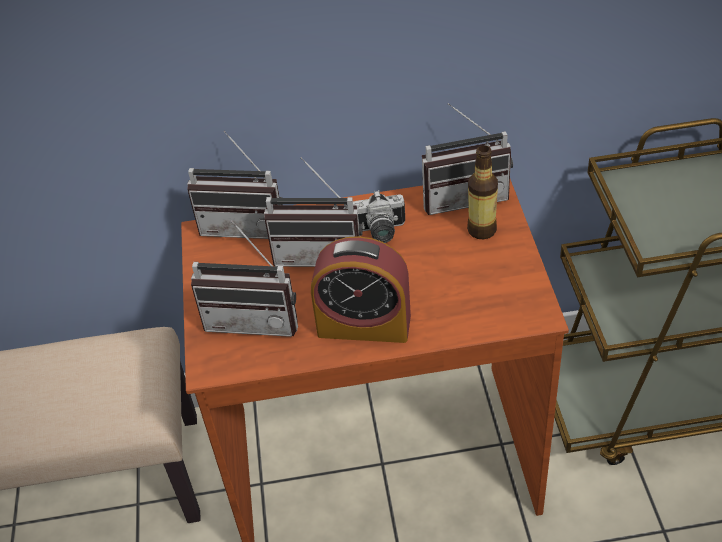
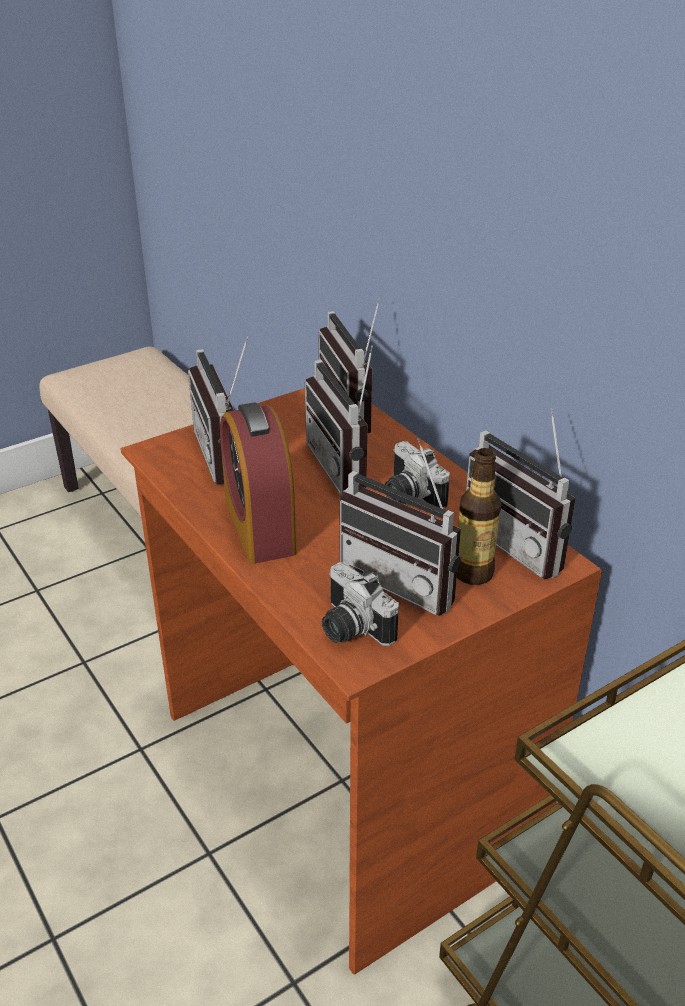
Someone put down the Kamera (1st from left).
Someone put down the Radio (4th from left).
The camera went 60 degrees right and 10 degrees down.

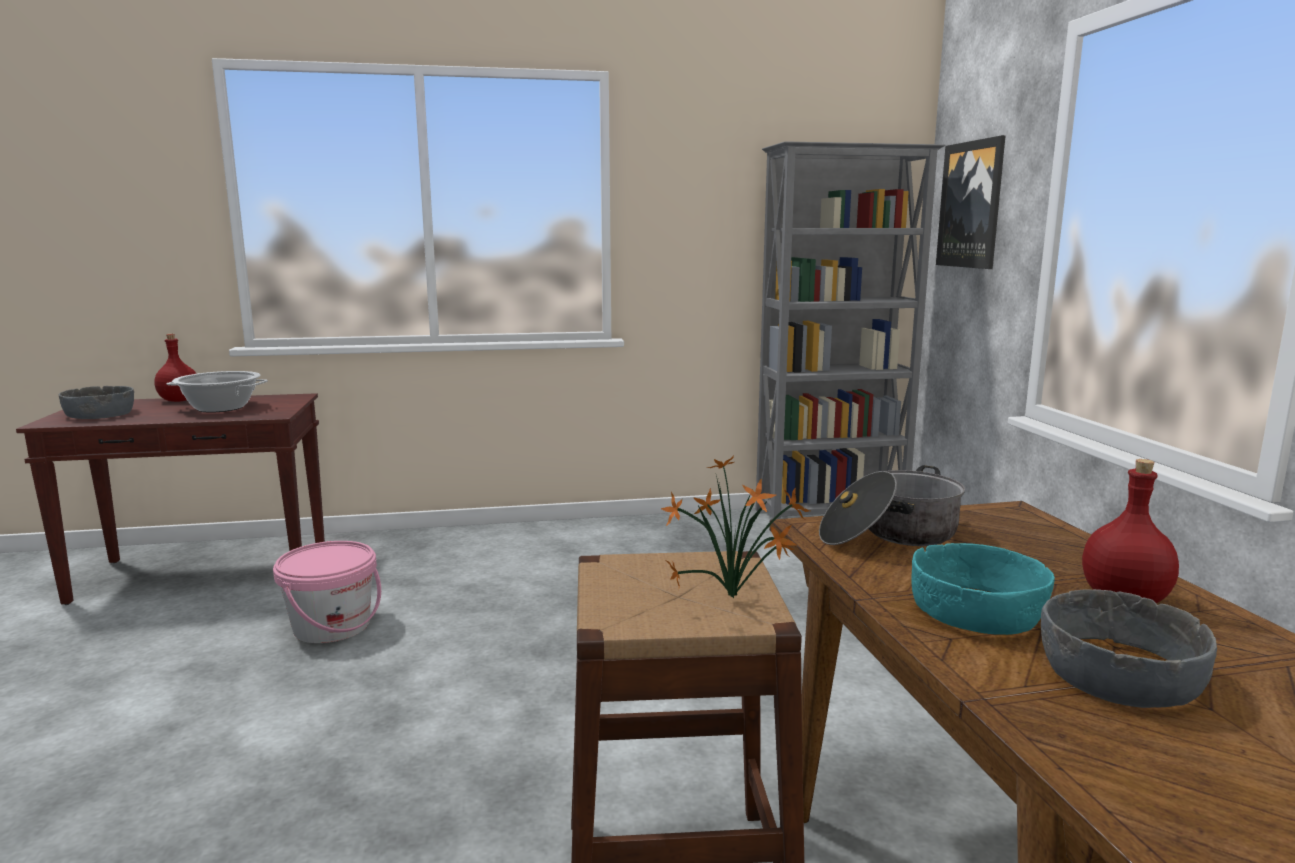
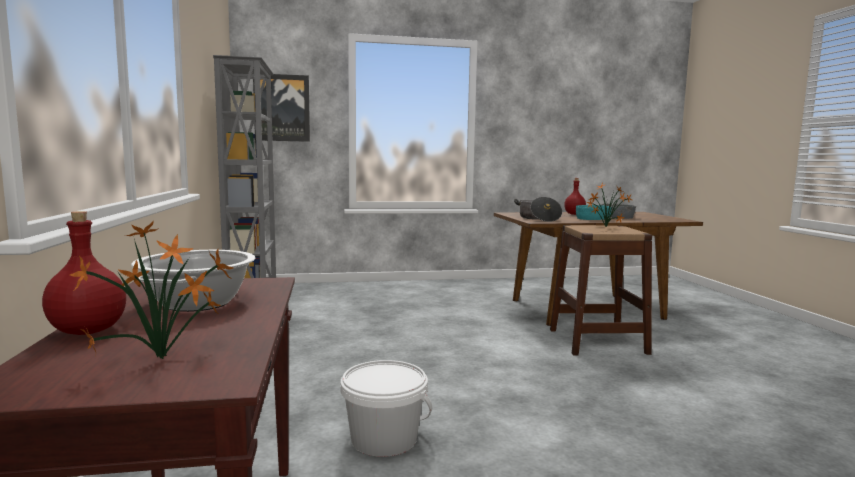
Someone swapped the Schüssel/grau (1st from left) for the Topfpflanze (1st from left).
Someone repainted the Eimer/rosa, which became the Eimer/weiß.
The camera went 90 degrees left and 5 degrees down.

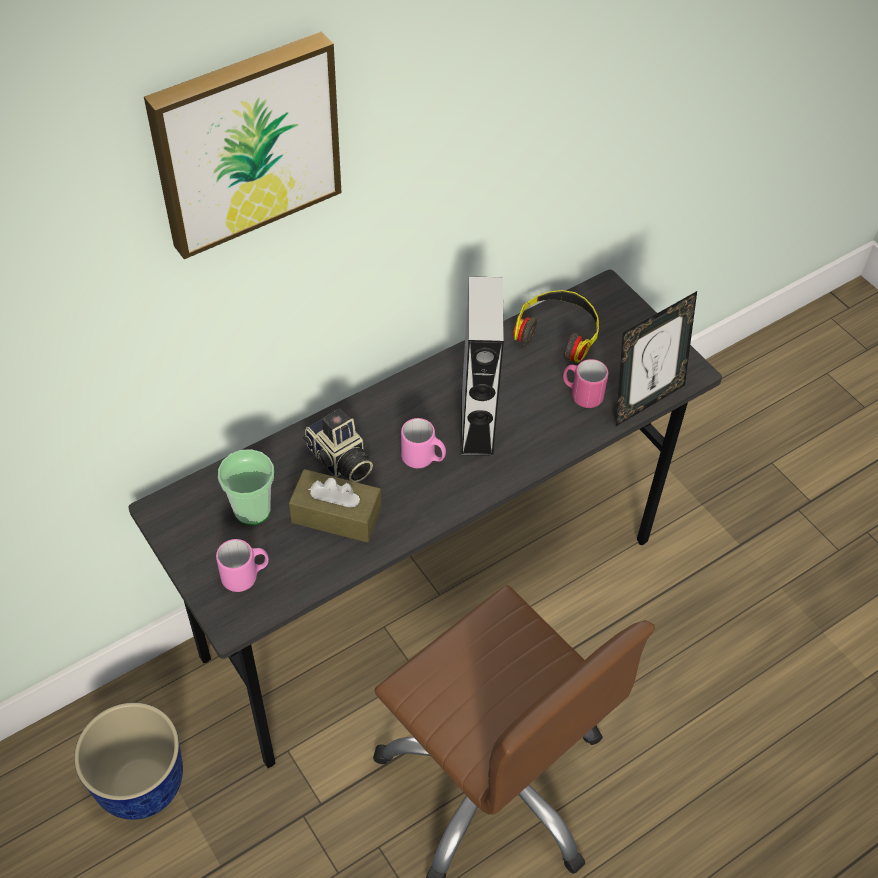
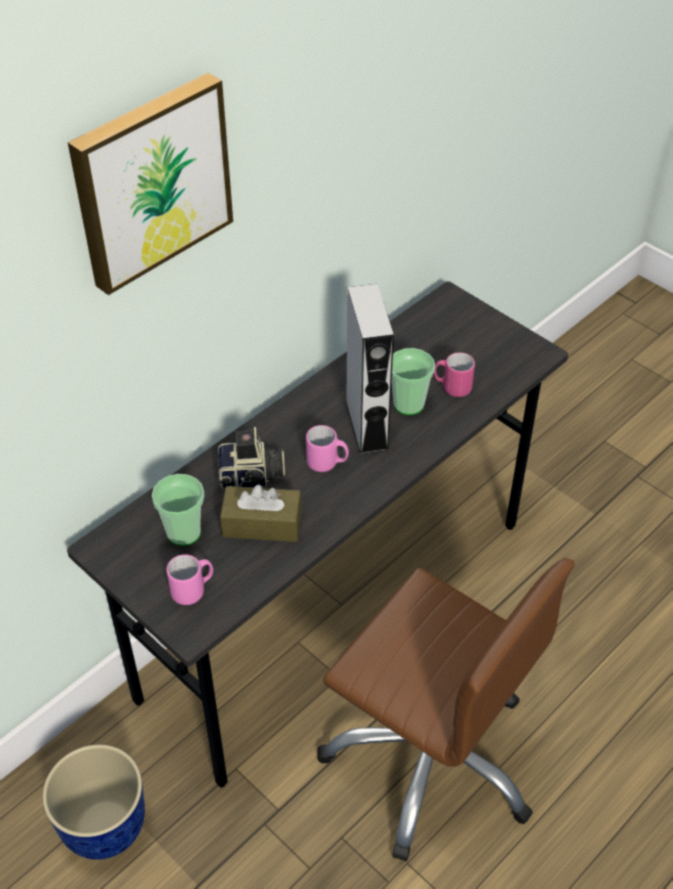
Someone rotated the Kamera by 45 degrees counterclockwise.
Someone took away the Kopfhörer.
Someone took away the Bilderrahmen.
Someone put down the Tasse (2nd from left).
The camera went 10 degrees left and 5 degrees down.

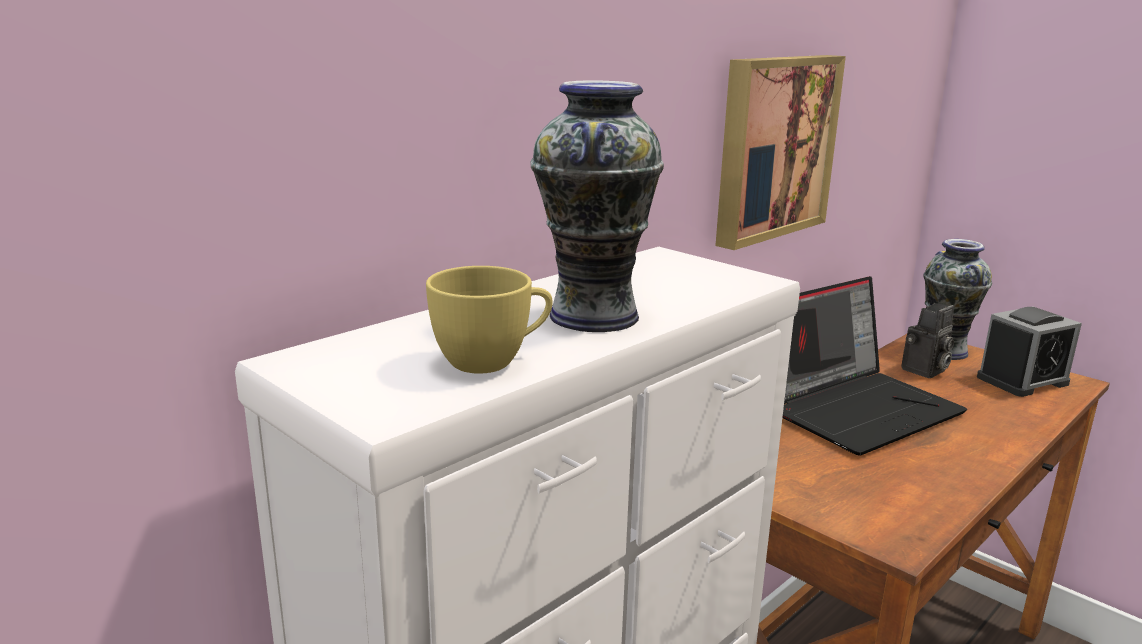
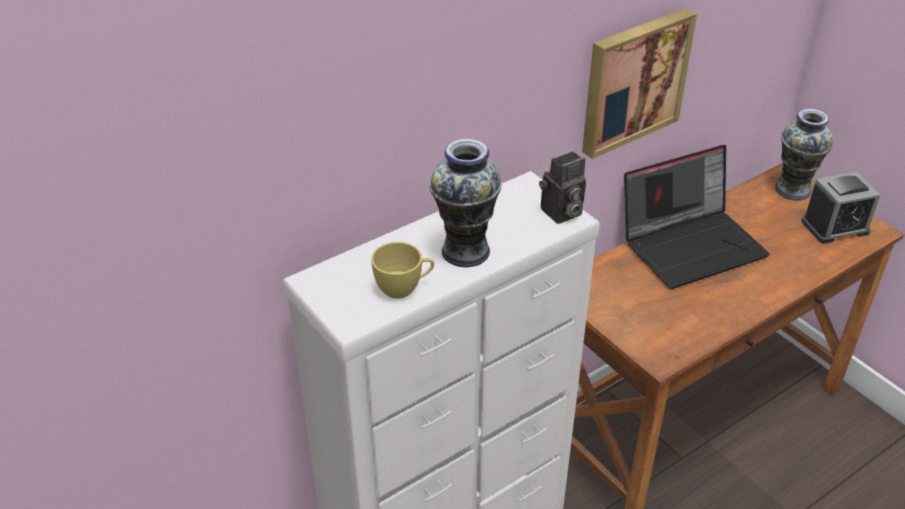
Someone carried the Kamera.
The camera went 10 degrees right and 20 degrees up.

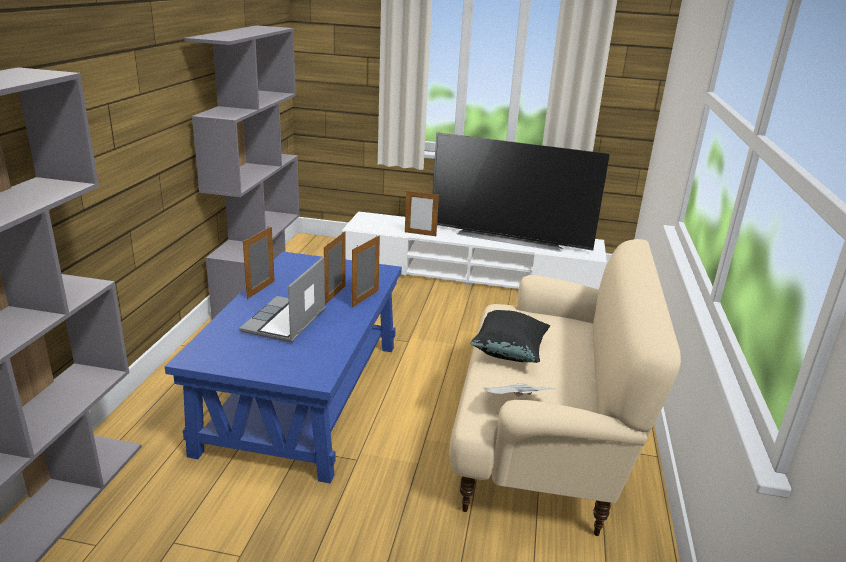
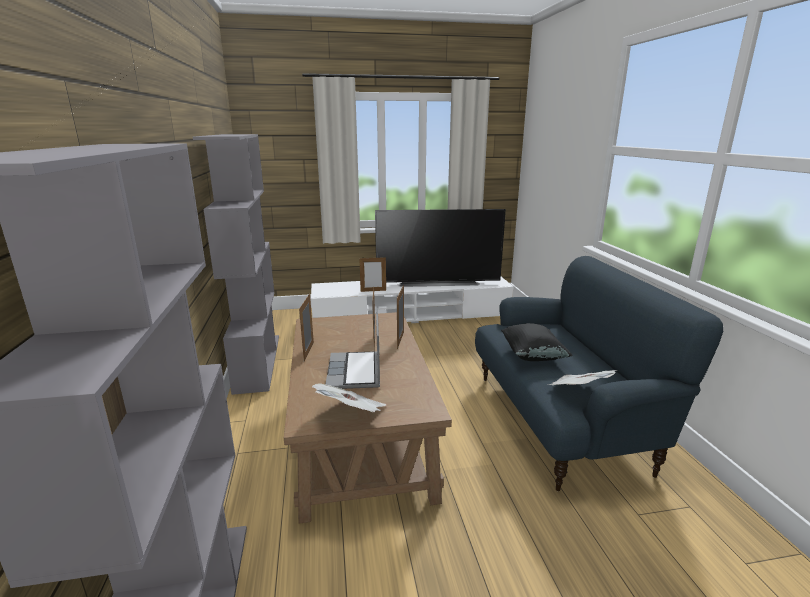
Someone repainted the Couchtisch/blau, which became the Couchtisch/braun.
Someone repainted the Sofa/beige, which became the Sofa/blau.
Someone put down the Zeitung (1st from left).
The camera went 20 degrees left and 5 degrees down.

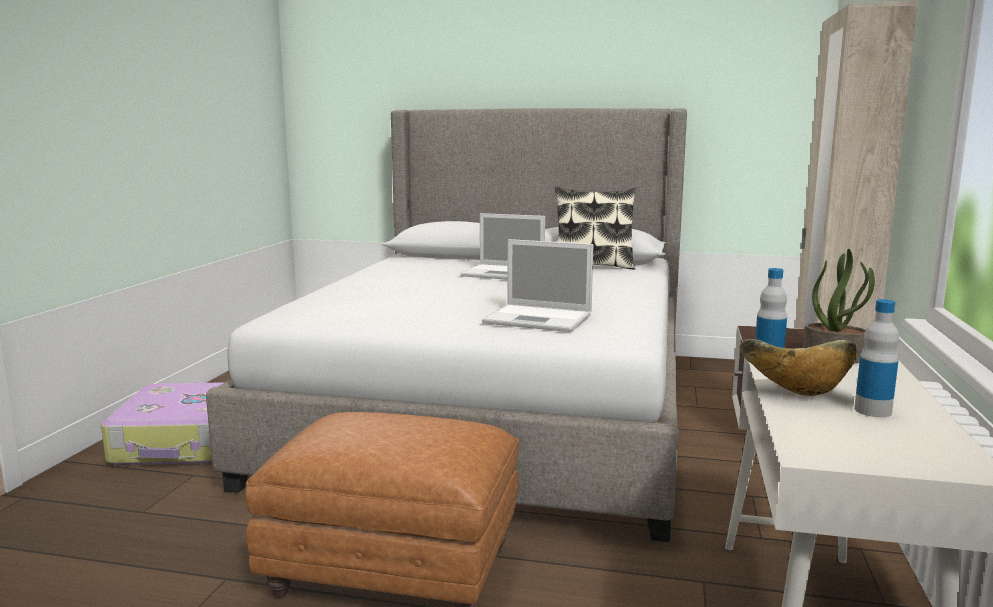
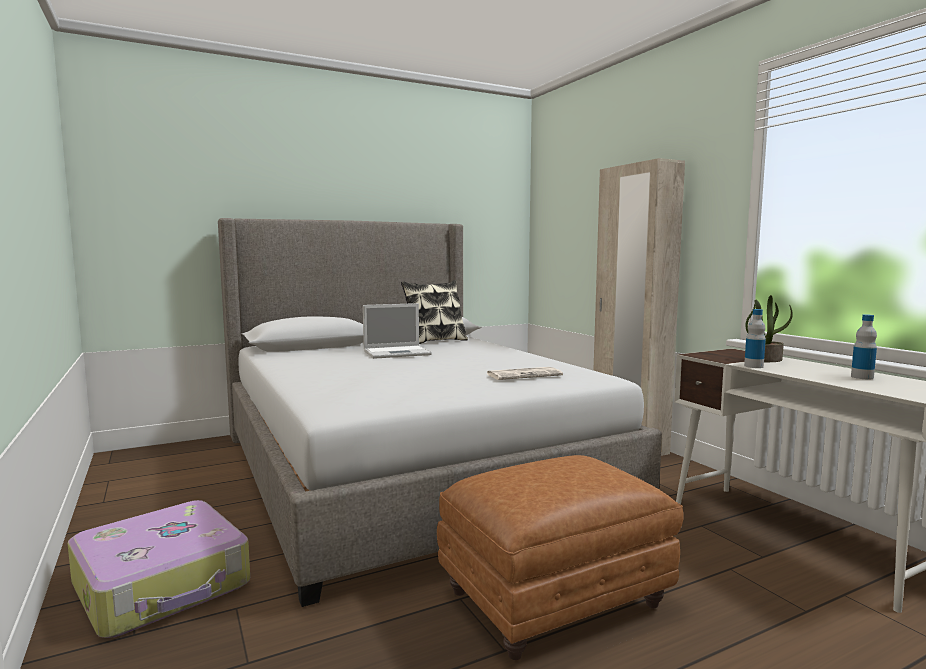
Someone swapped the Laptop (2nd from left) for the Zeitung.
Someone took away the Schüssel.
The camera went 40 degrees left and 5 degrees down.

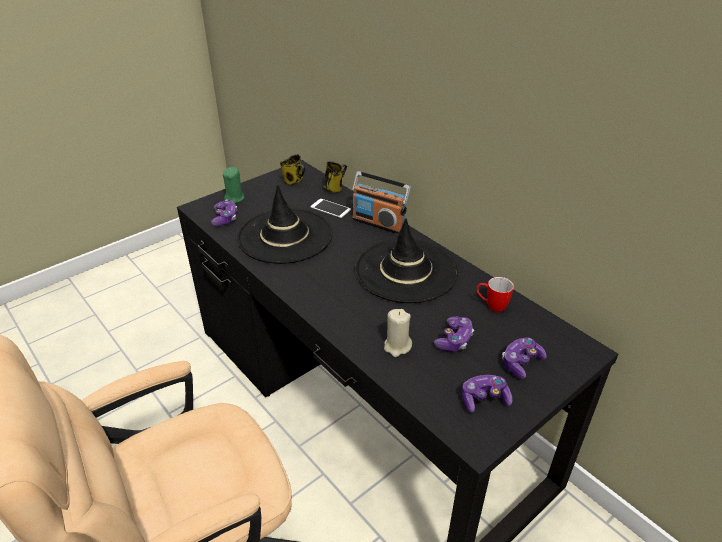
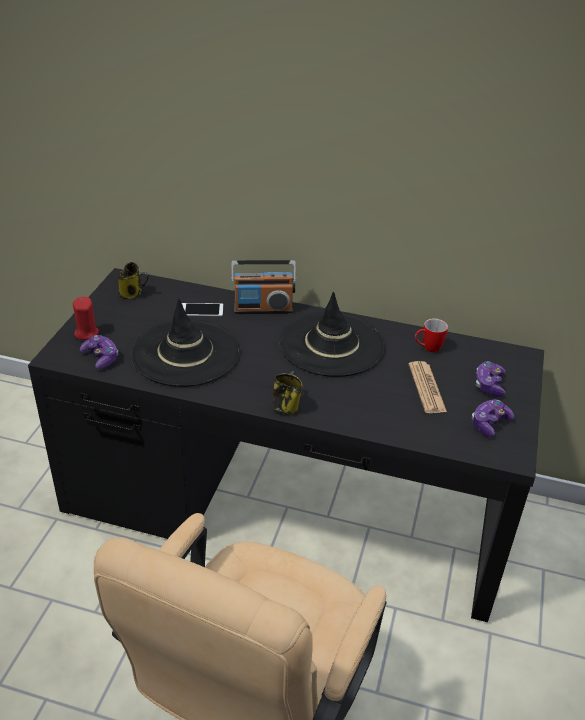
Someone repainted the Kerze/grün, which became the Kerze/rot.
Someone carried the Henkelbecher (2nd from left).
Someone took away the Kerze/beige.
Someone swapped the Gamepad (2nd from left) for the Zeitung.
The camera went 35 degrees left and 0 degrees up.

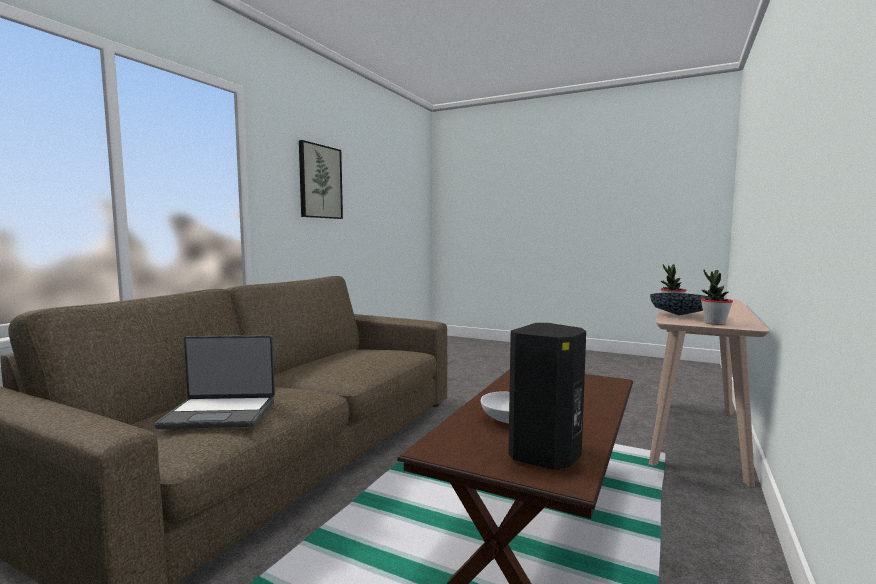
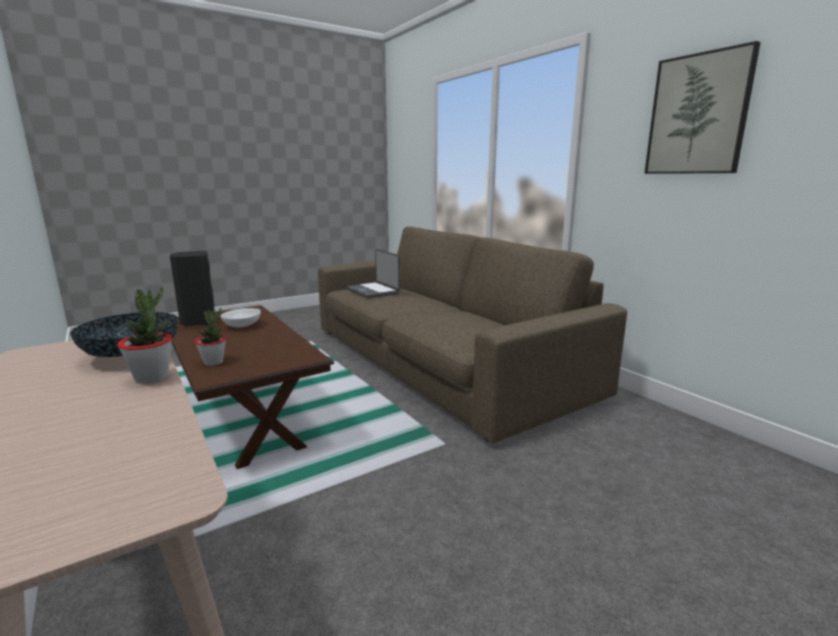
Someone rotated the Laptop by 60 degrees counterclockwise.
Someone carried the Topfpflanze (2nd from left).
The camera went 120 degrees right and 10 degrees up.

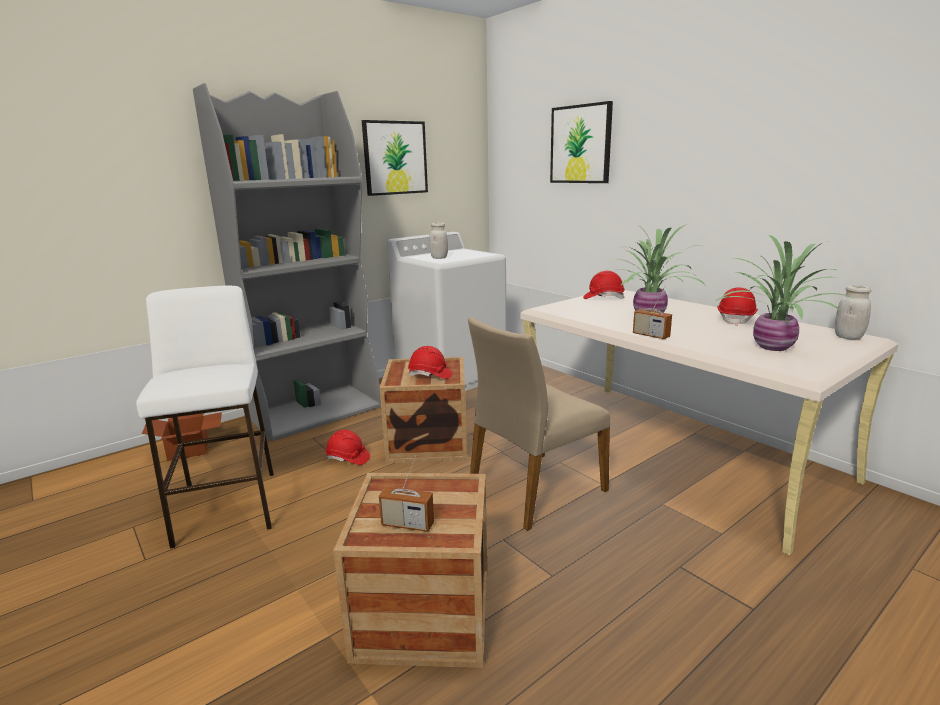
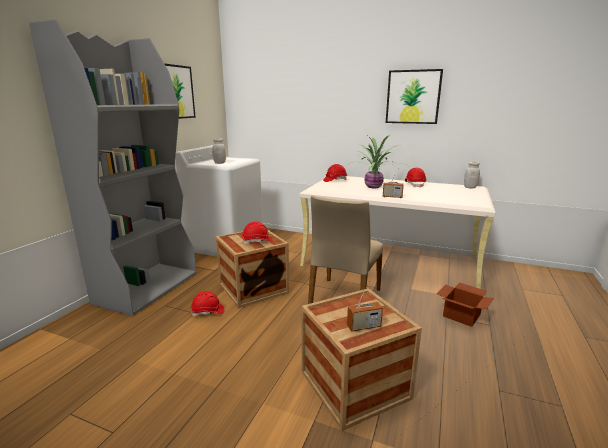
Someone took away the Hocker/weiß.
Someone carried the Karton.
Someone carried the Bild (2nd from left).
Someone took away the Topfpflanze (2nd from left).
The camera went 30 degrees left and 0 degrees up.

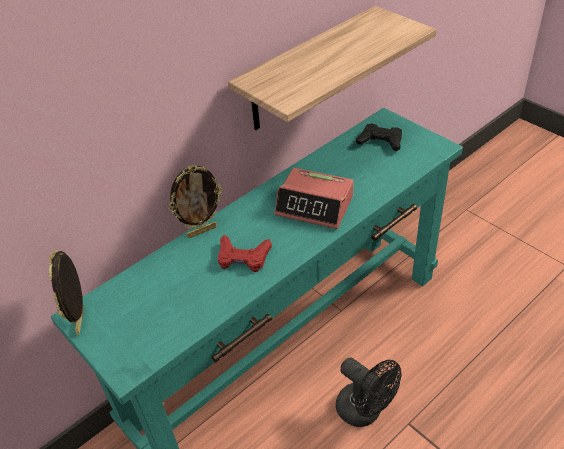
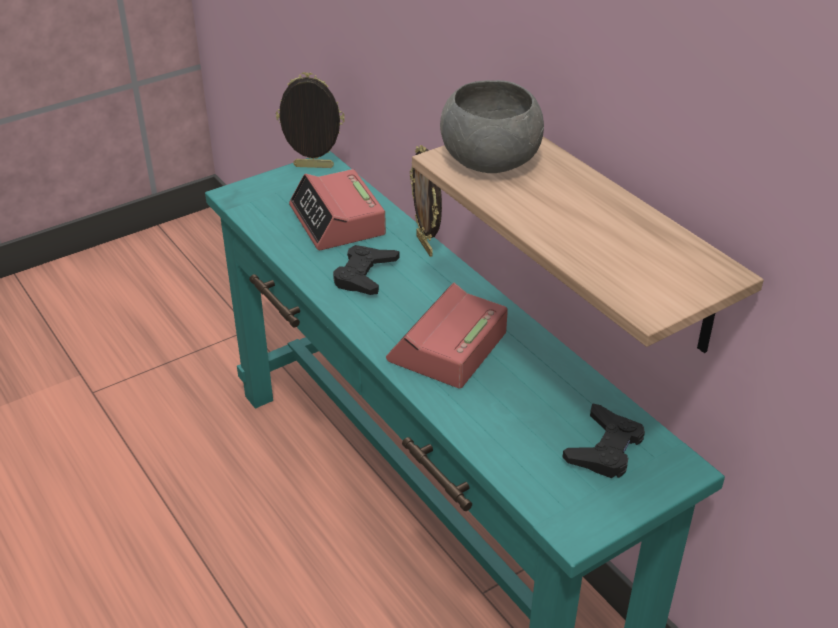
Someone repainted the Gamepad/rot, which became the Gamepad/schwarz (1st from left).
Someone took away the Ventilator/schwarz.
Someone put down the Wecker (1st from left).
Someone put down the Schüssel/grau.
The camera went 95 degrees right and 5 degrees down.

